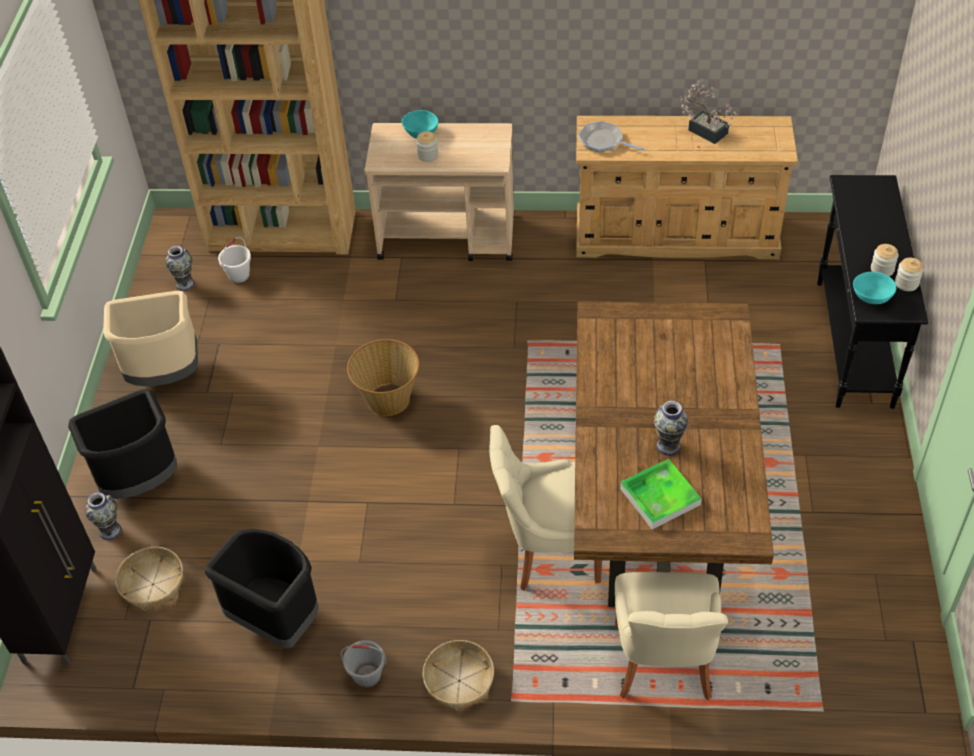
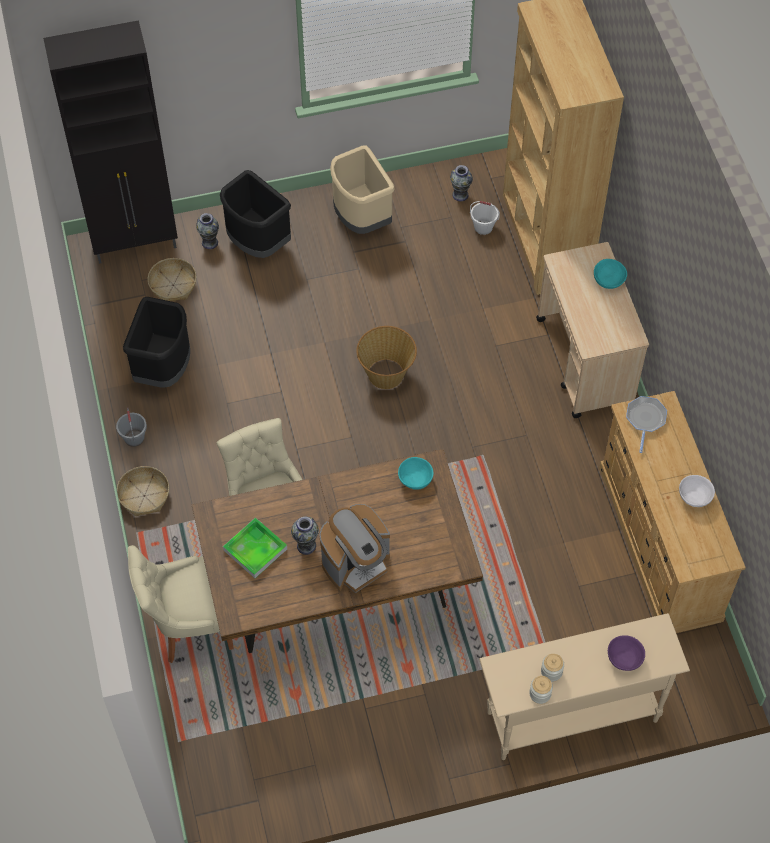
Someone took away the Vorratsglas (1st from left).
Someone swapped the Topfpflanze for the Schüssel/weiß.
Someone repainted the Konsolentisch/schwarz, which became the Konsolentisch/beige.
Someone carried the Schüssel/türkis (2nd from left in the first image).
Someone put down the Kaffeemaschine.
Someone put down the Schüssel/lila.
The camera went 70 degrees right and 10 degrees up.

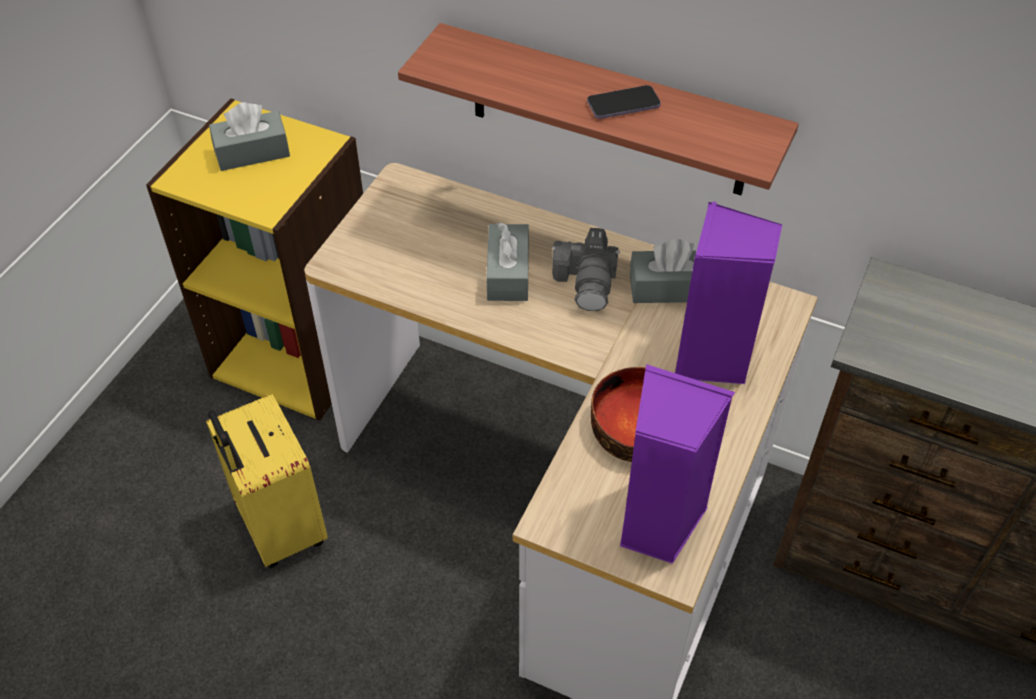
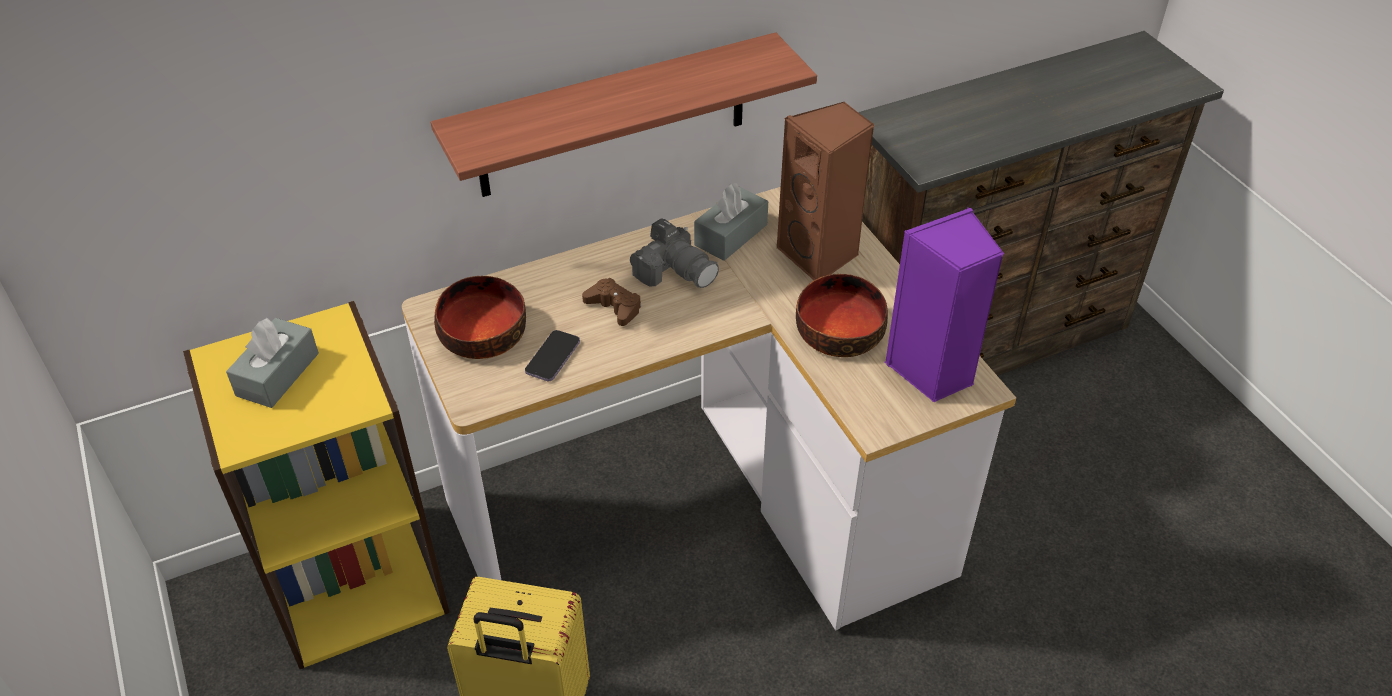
Someone swapped the Taschentuchbox/grau (2nd from left) for the Gamepad/braun.
Someone carried the Handy.
Someone repainted the Lautsprecher/lila (2nd from left), which became the Lautsprecher/braun.
Someone put down the Schüssel (1st from left).
The camera went 50 degrees left and 5 degrees down.

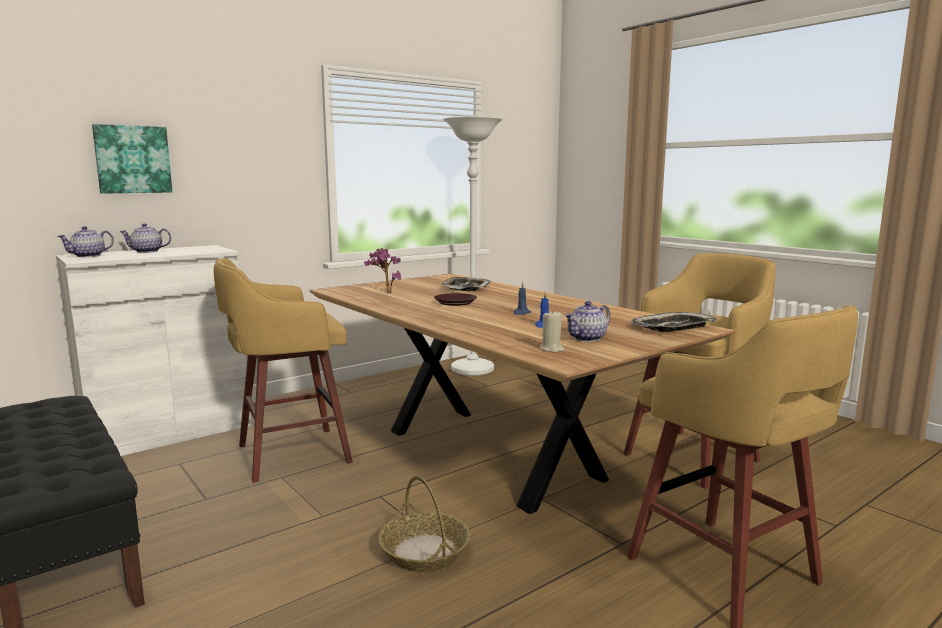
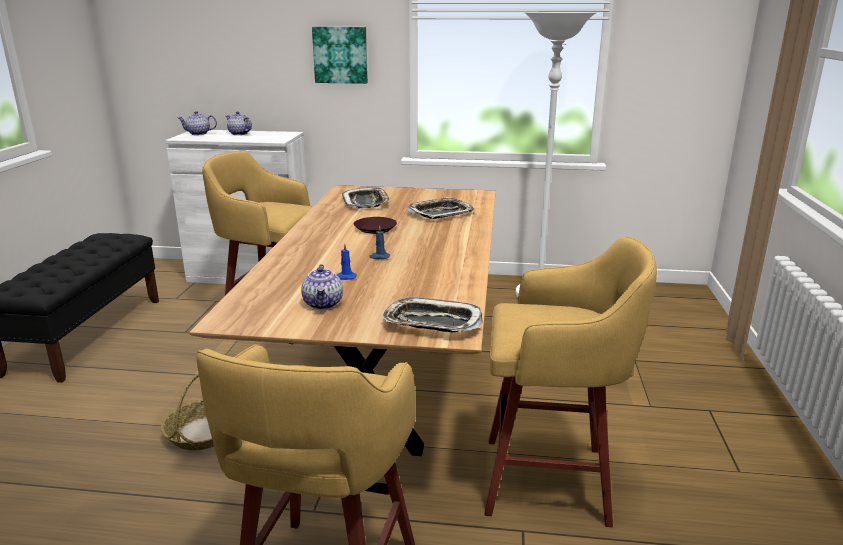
Someone carried the Bild.
Someone swapped the Topfpflanze for the Tablett (1st from left).
Someone took away the Kerze/beige.
Someone rotated the Teekanne (3rd from left) by 105 degrees counterclockwise.
The camera went 45 degrees right and 10 degrees up.

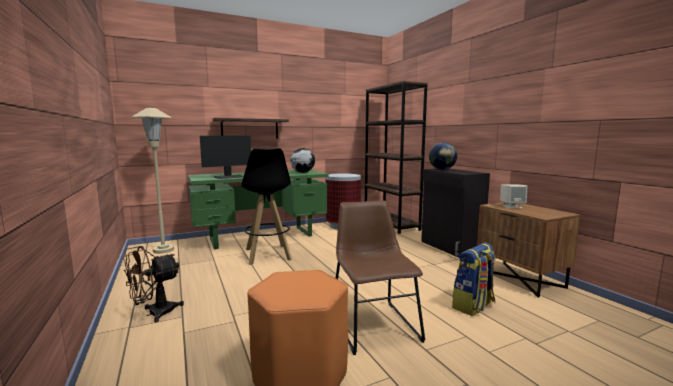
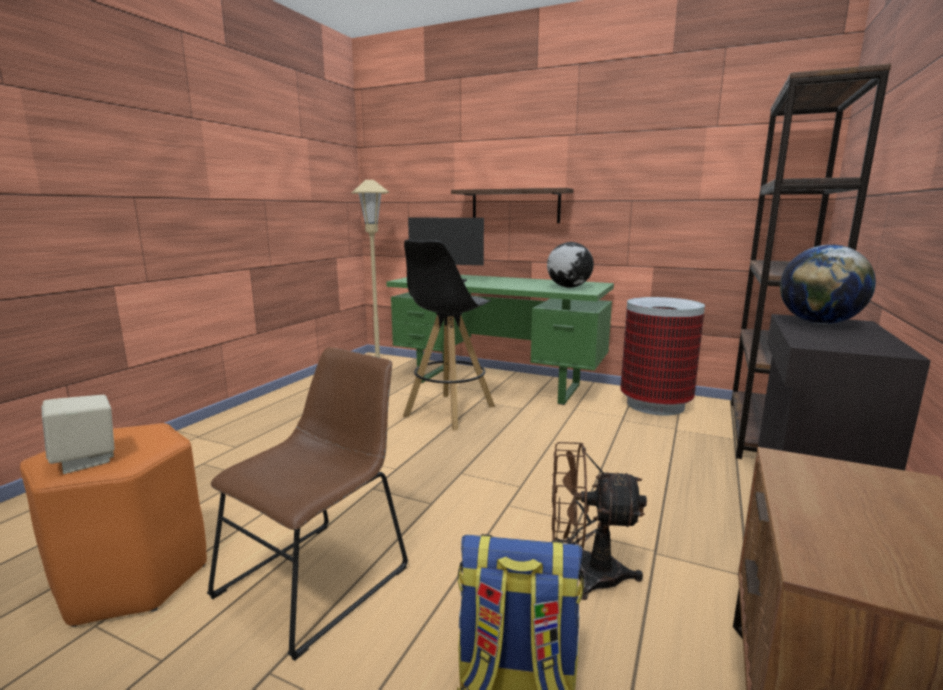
Someone carried the Ventilator/braun.
Someone carried the Lautsprecher/beige.
The camera went 50 degrees right and 5 degrees up.

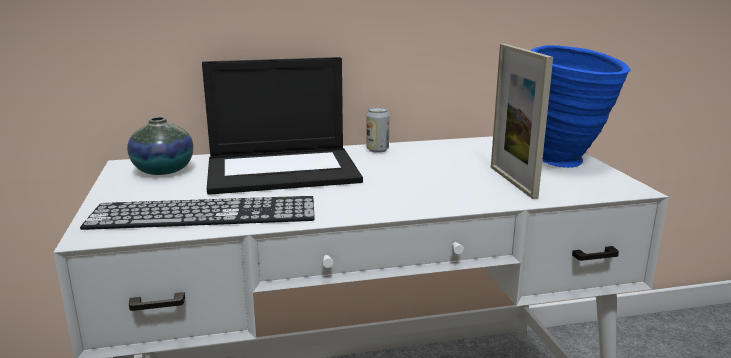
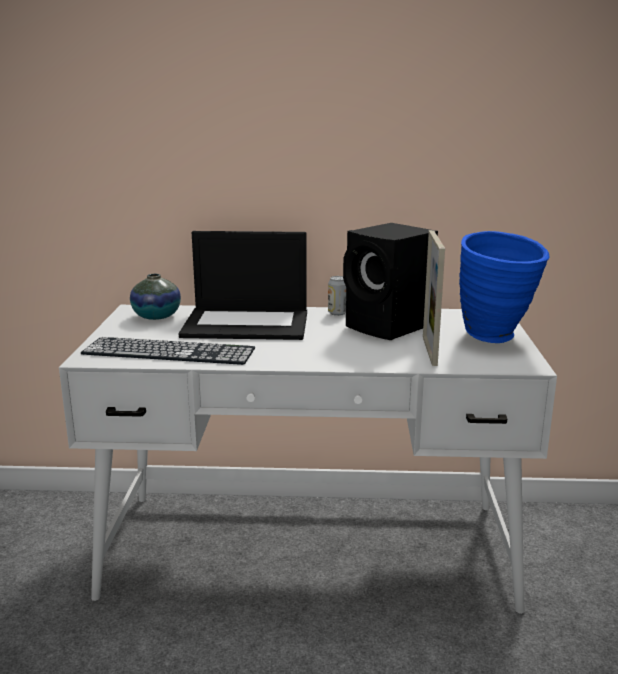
Someone put down the Lautsprecher/schwarz.
The camera went 15 degrees right and 0 degrees up.

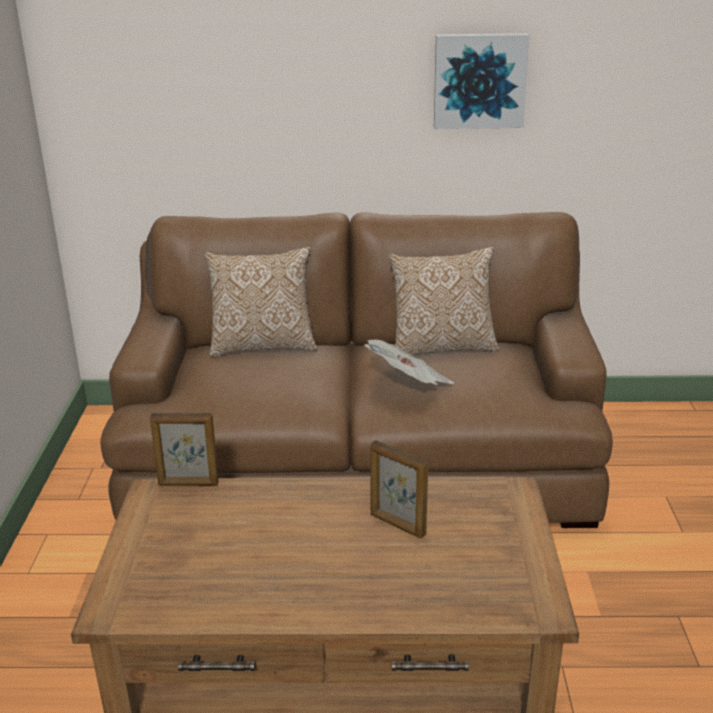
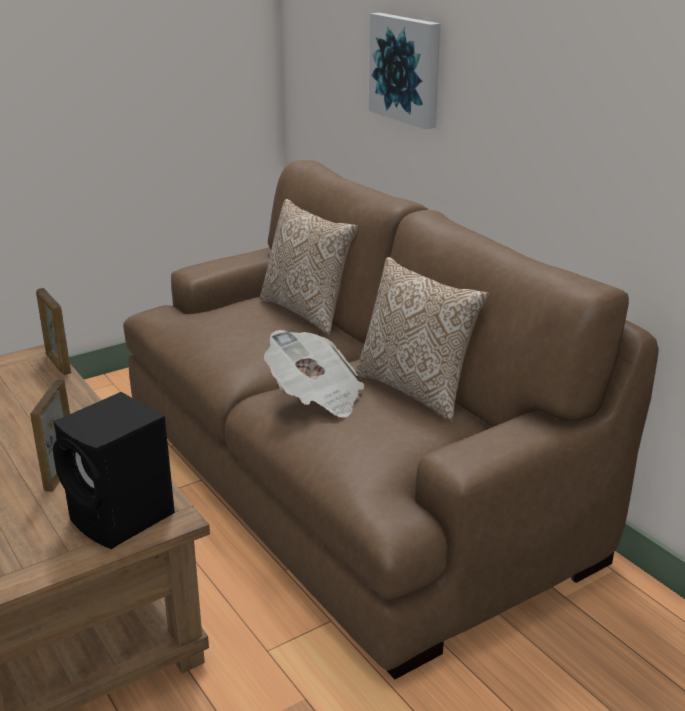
Someone carried the Bild.
Someone put down the Lautsprecher/schwarz.
The camera went 55 degrees right and 0 degrees up.

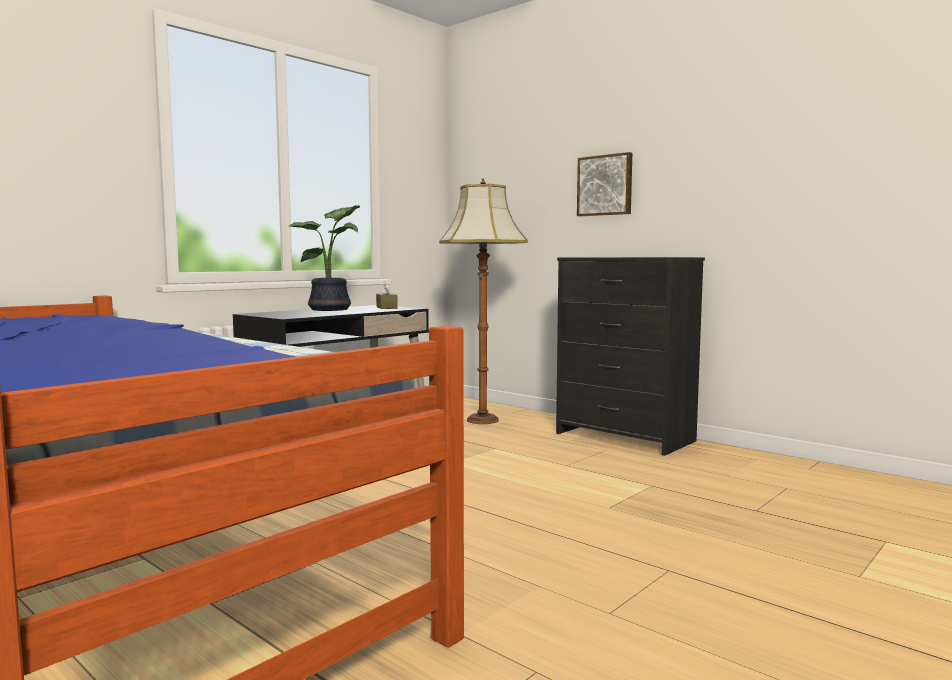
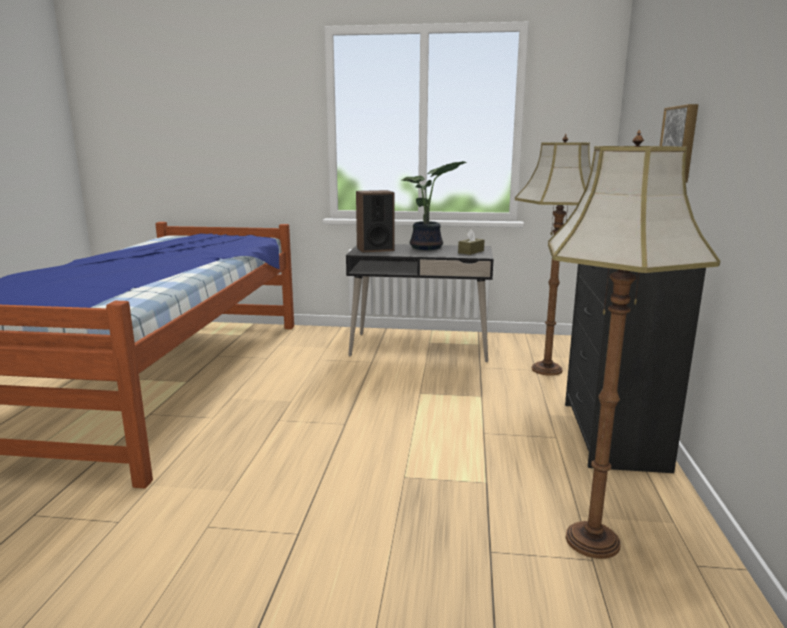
Someone put down the Lautsprecher.
Someone put down the Stehlampe (2nd from left).
The camera went 55 degrees right and 10 degrees up.

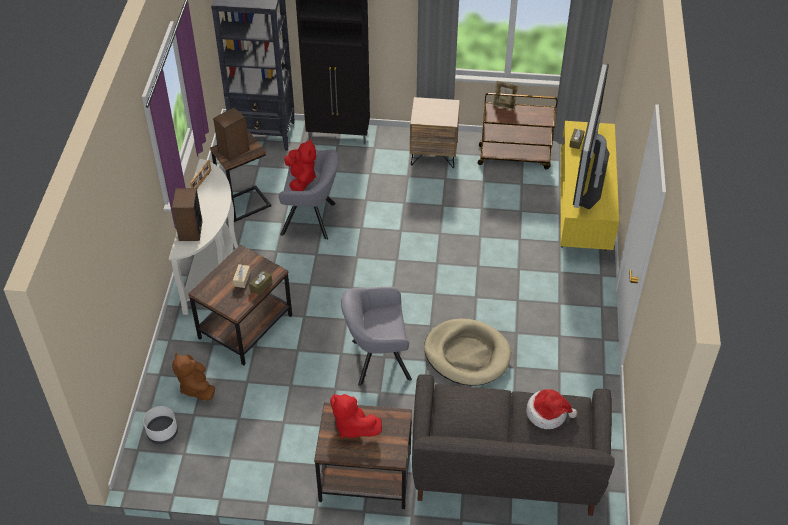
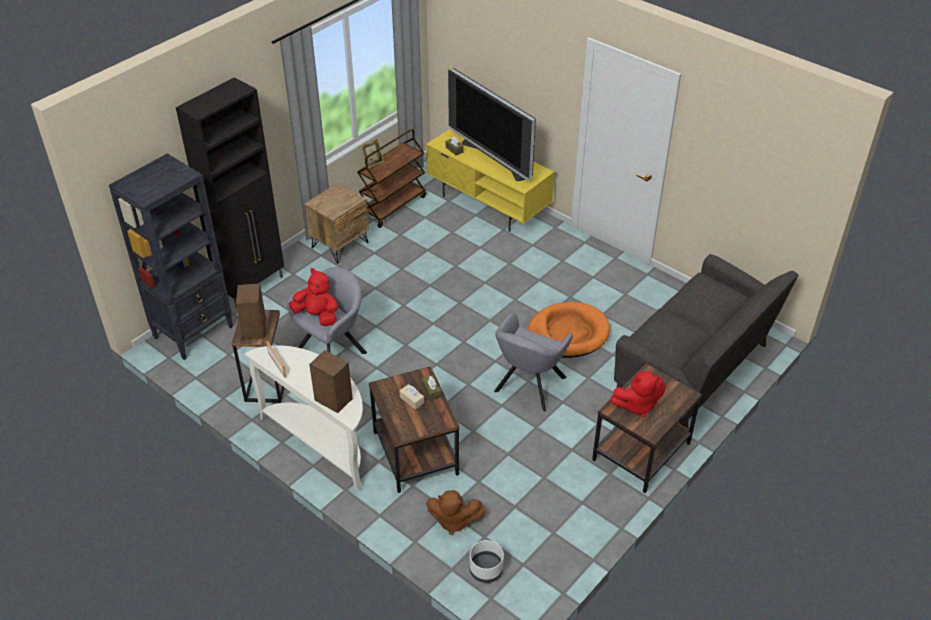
Someone repainted the Hundebett/beige, which became the Hundebett/orange.
Someone took away the Hut.
The camera went 55 degrees left and 5 degrees down.

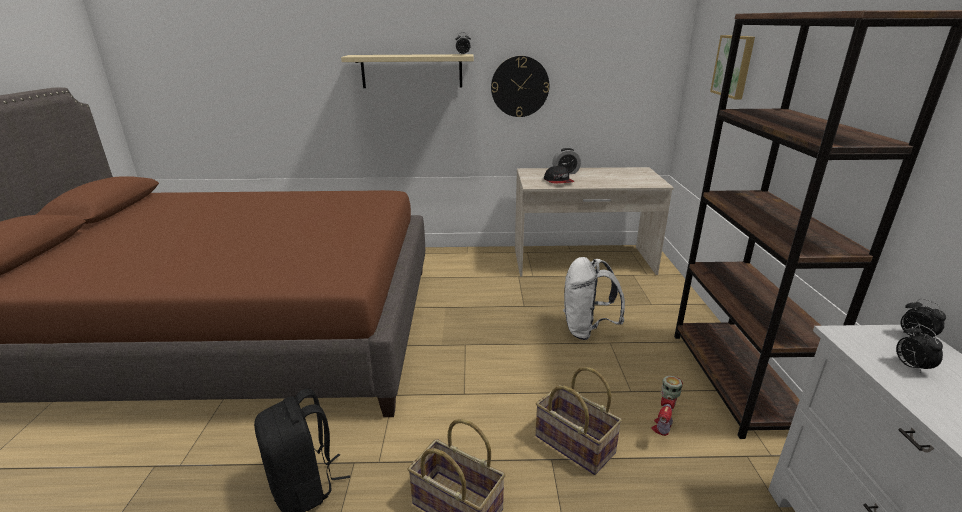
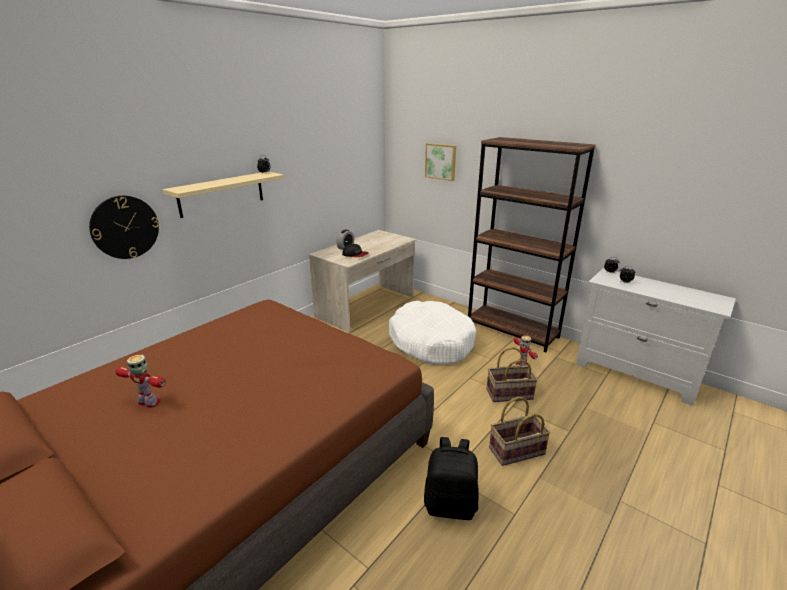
Someone carried the Wanduhr.
Someone swapped the Rucksack/weiß for the Hundebett/weiß.
Someone put down the Spielzeugroboter (1st from left).
The camera went 50 degrees left and 0 degrees up.

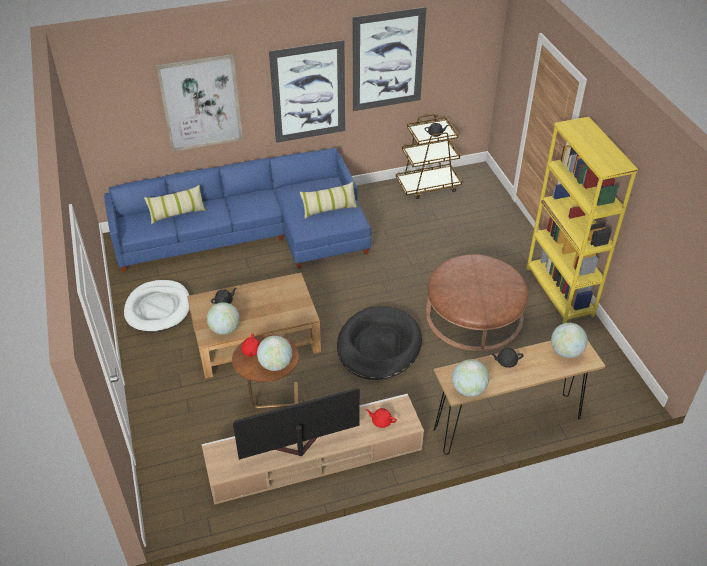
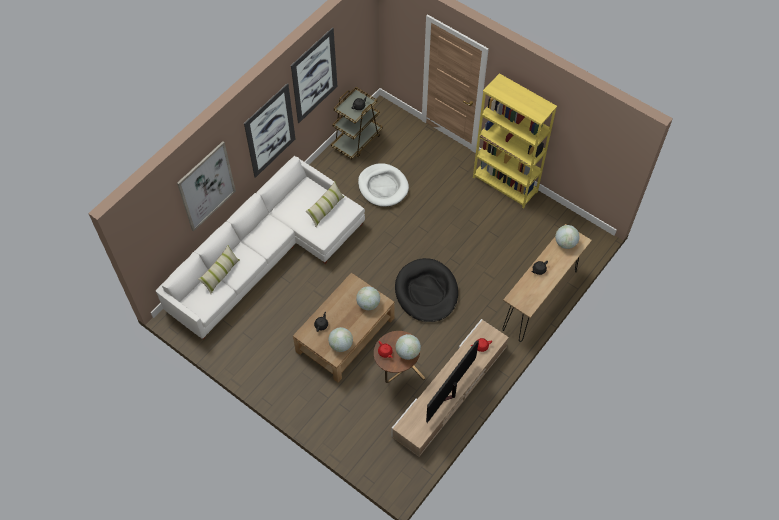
Someone repainted the Sofa/blau, which became the Sofa/weiß.
Someone carried the Hundebett/weiß.
Someone took away the Polsterhocker/braun.
Someone carried the Globus (3rd from left in the first image).
The camera went 35 degrees left and 15 degrees up.

